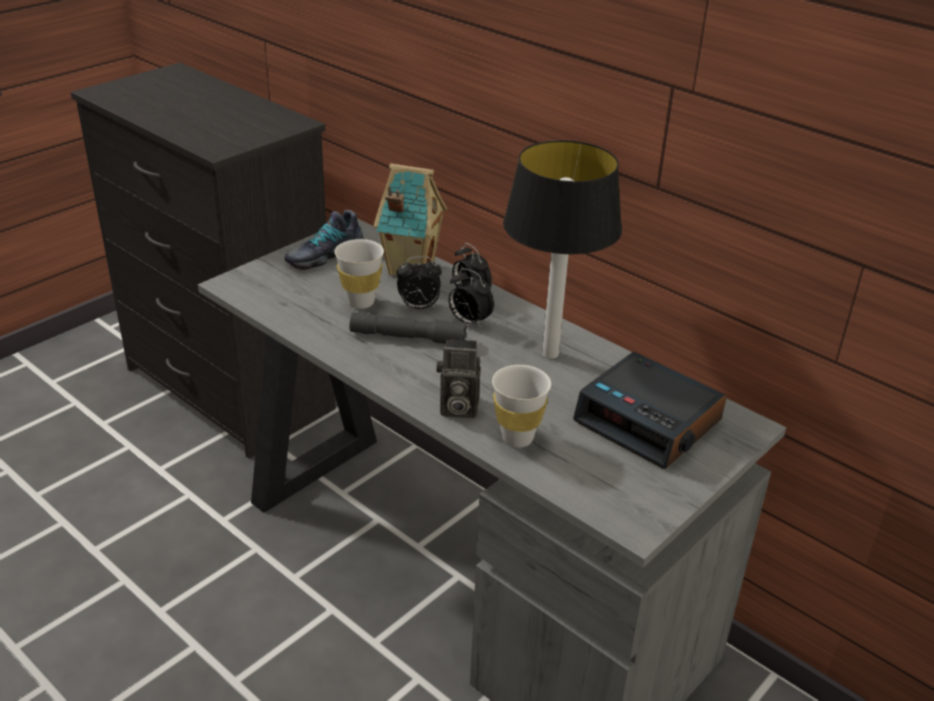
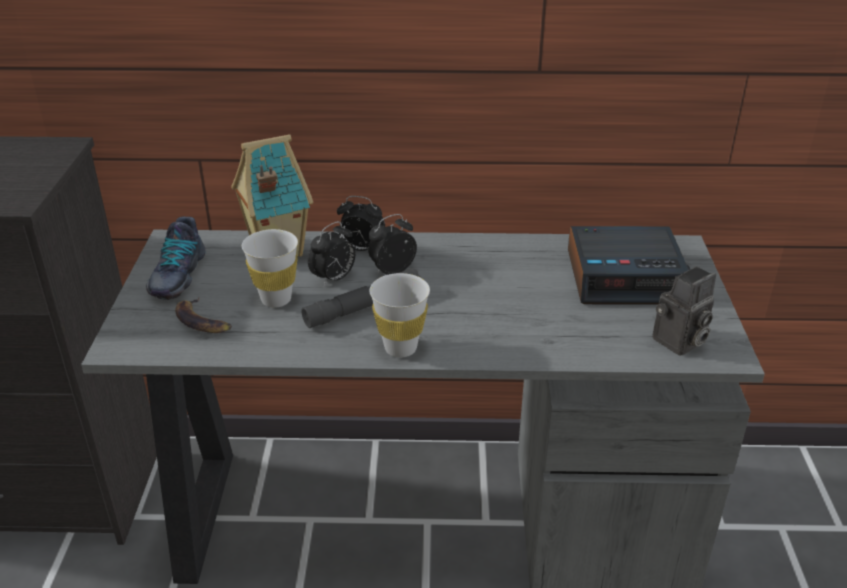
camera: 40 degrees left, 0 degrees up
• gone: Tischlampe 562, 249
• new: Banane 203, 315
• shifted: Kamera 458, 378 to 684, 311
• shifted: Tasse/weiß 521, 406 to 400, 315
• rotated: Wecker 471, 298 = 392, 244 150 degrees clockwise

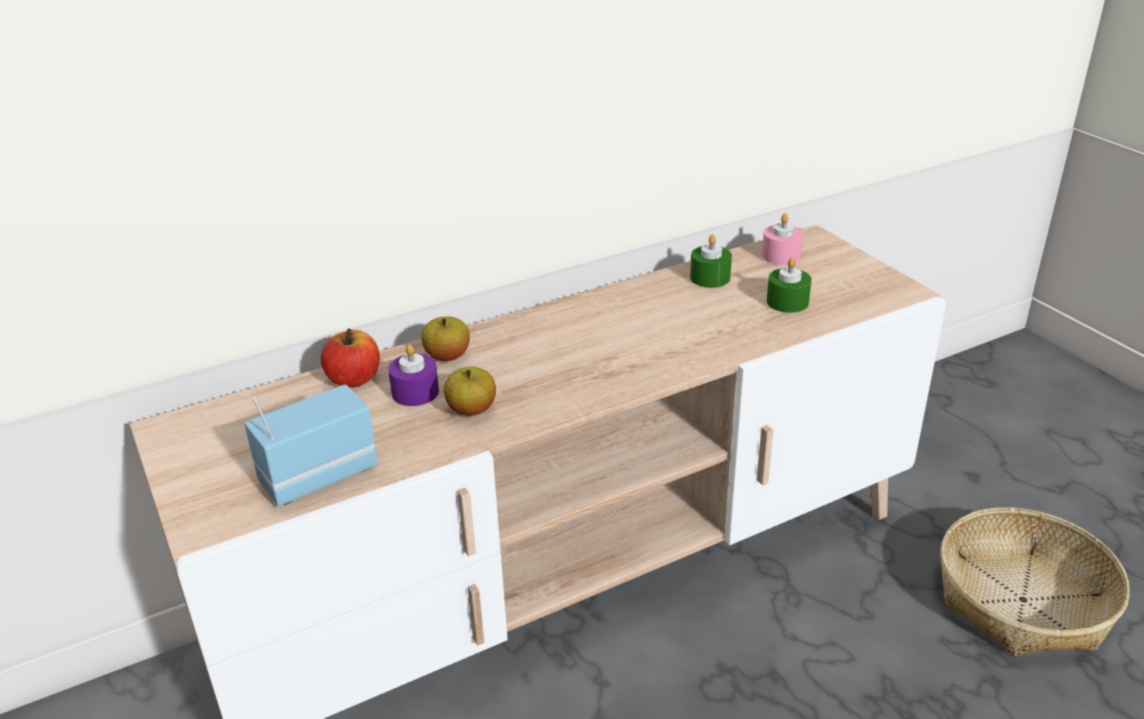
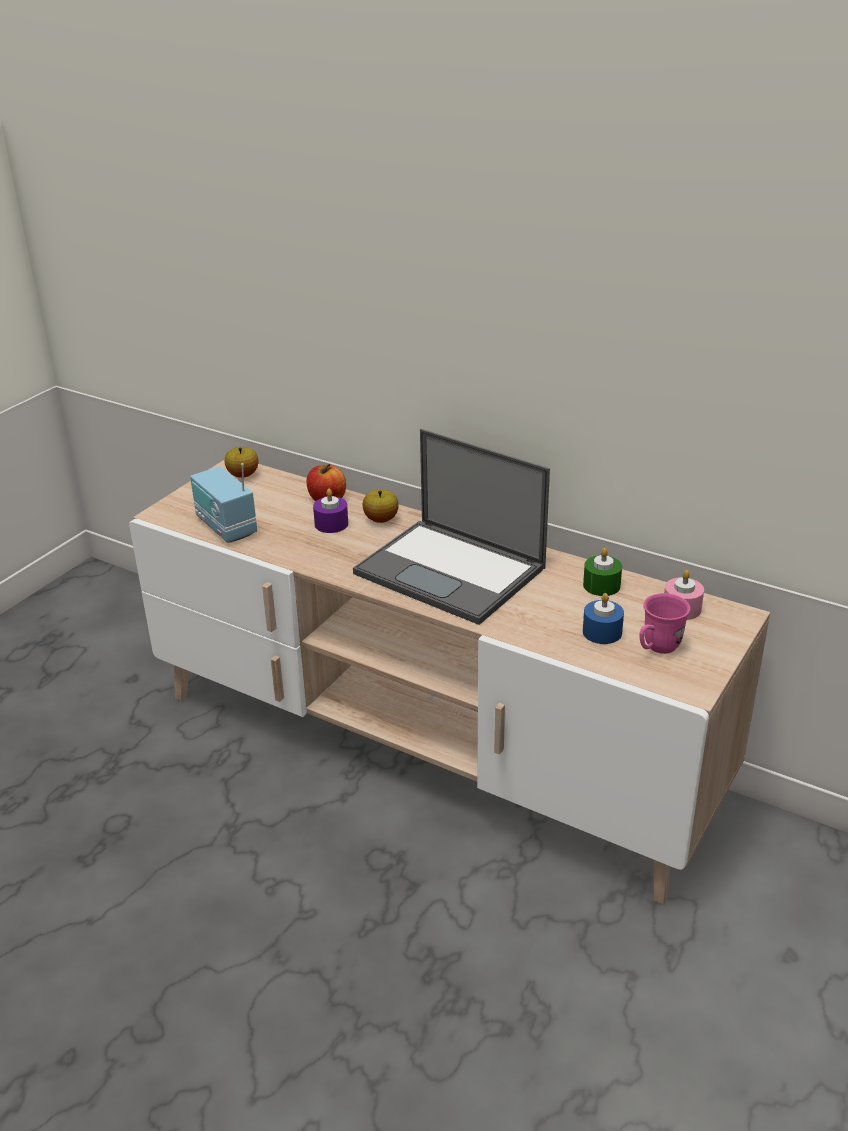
camera: 60 degrees right, 0 degrees up
• gone: Korb 1035, 581
• new: Laptop 451, 527
• new: Henkelbecher/rosa 665, 623
• shifted: Apfel 470, 391 to 241, 462
• repainted: Kerze/grün 789, 285 to Kerze/blau 603, 618
• rotated: Radio 311, 445 = 223, 503 150 degrees counterclockwise

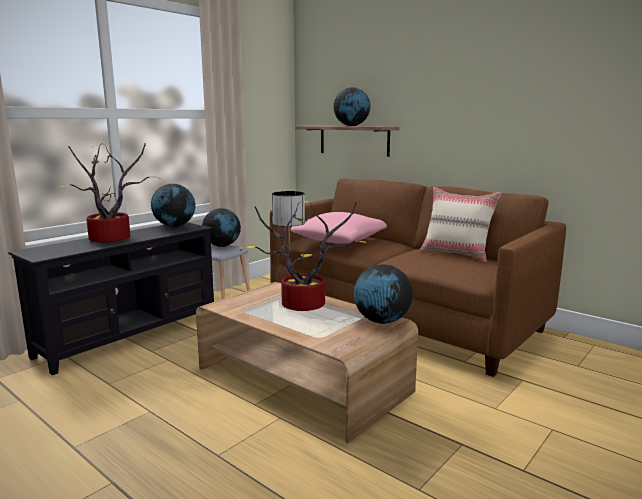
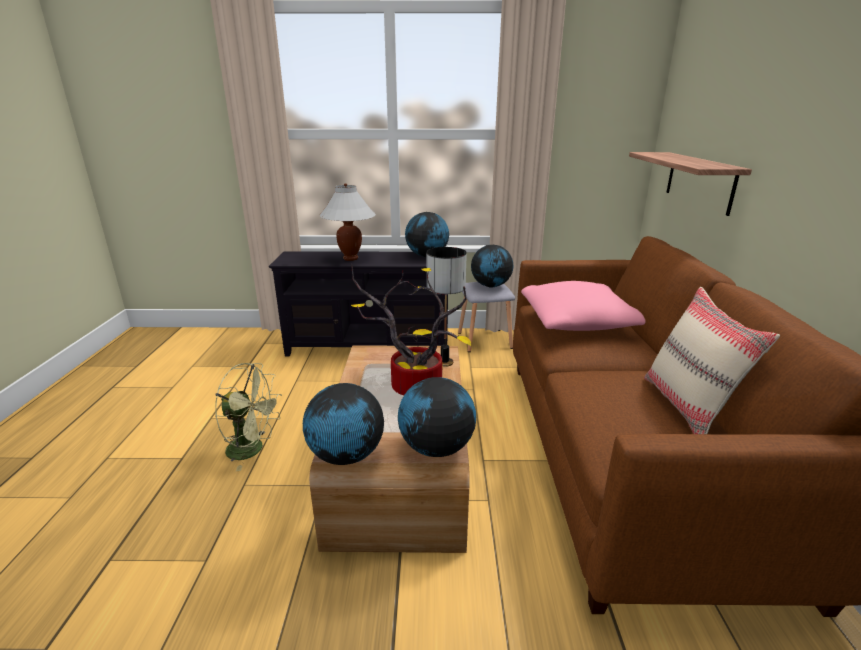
camera: 50 degrees right, 10 degrees up
• new: Ventilator/grün 248, 417
• shifted: Globus 352, 107 to 343, 424
• swapped: Topfpflanze 100, 192 to Tischlampe/weiß 348, 222

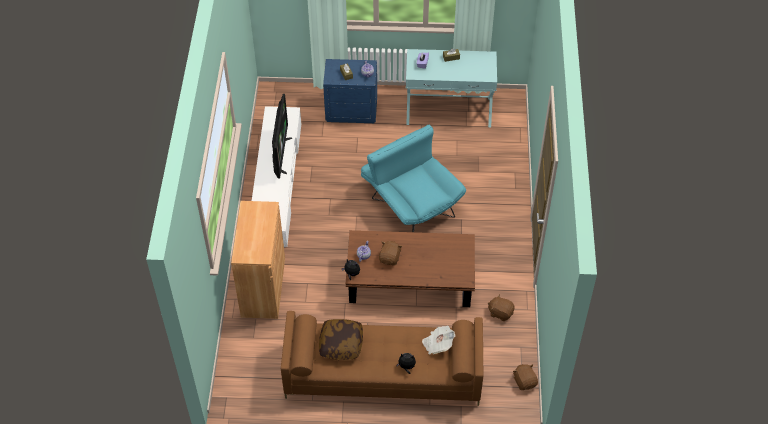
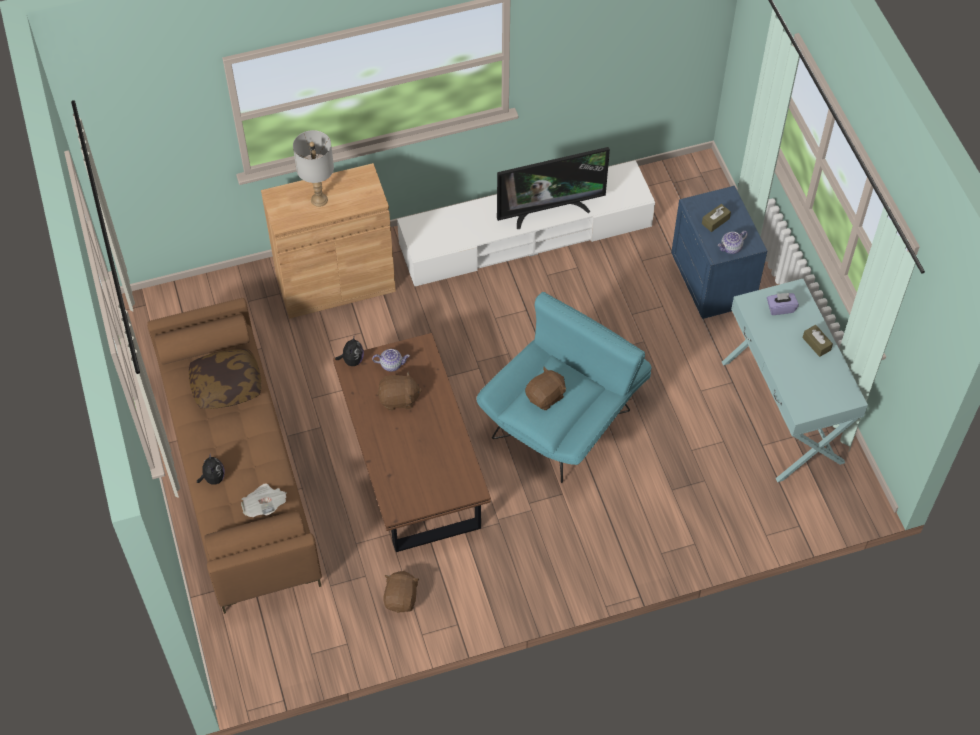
camera: 70 degrees right, 5 degrees up
• new: Tischlampe/grau 313, 168
• shifted: Plüschtier/braun 525, 377 to 545, 388

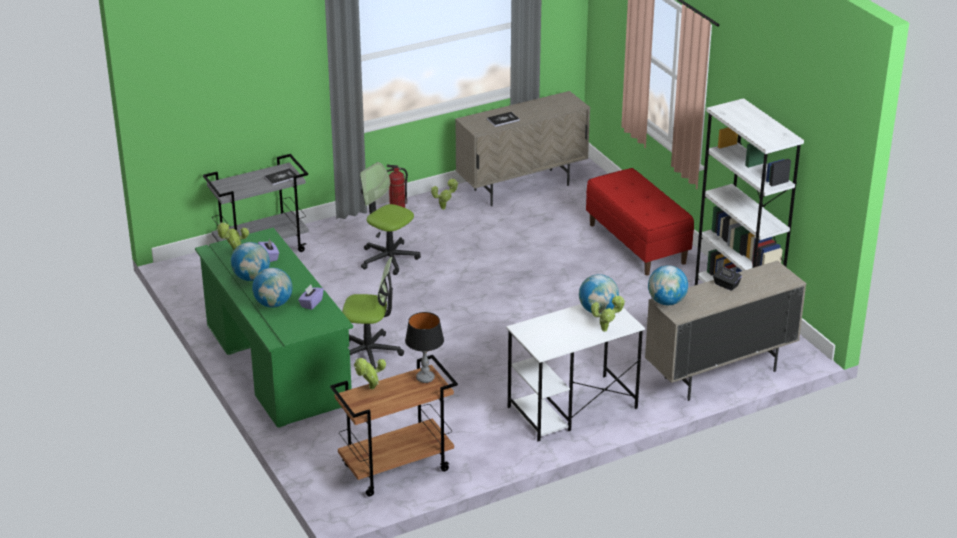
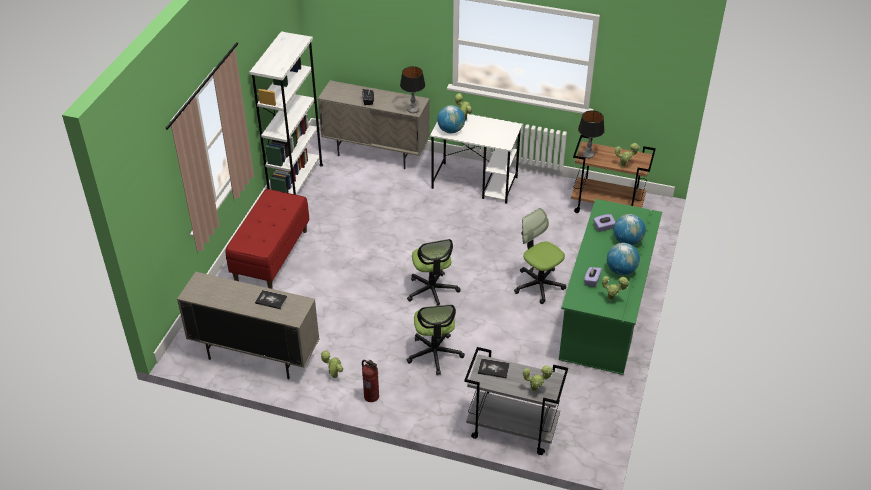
camera: 135 degrees left, 10 degrees up
• new: Bürostuhl 434, 272
• new: Topfpflanze 538, 378
• swapped: Globus 668, 285 to Tischlampe 412, 89

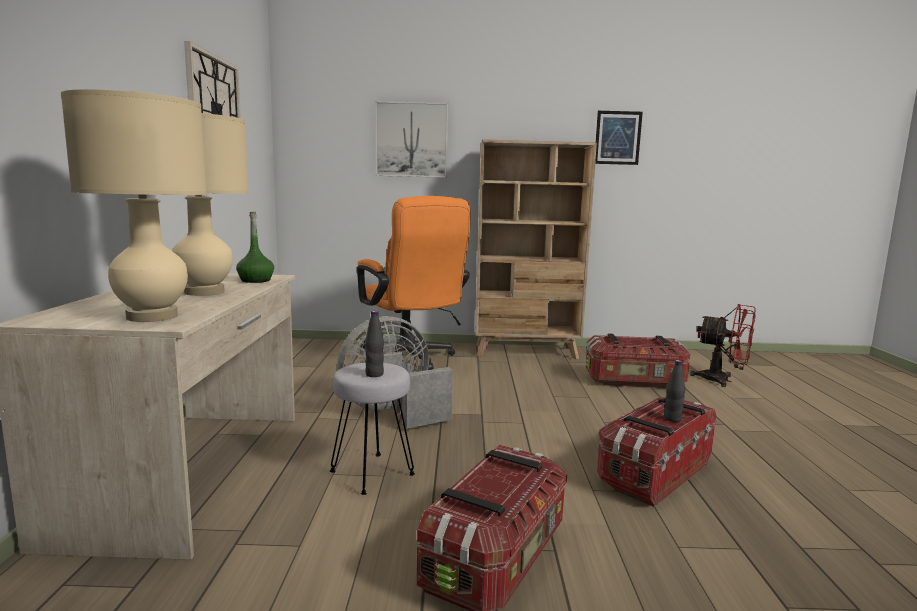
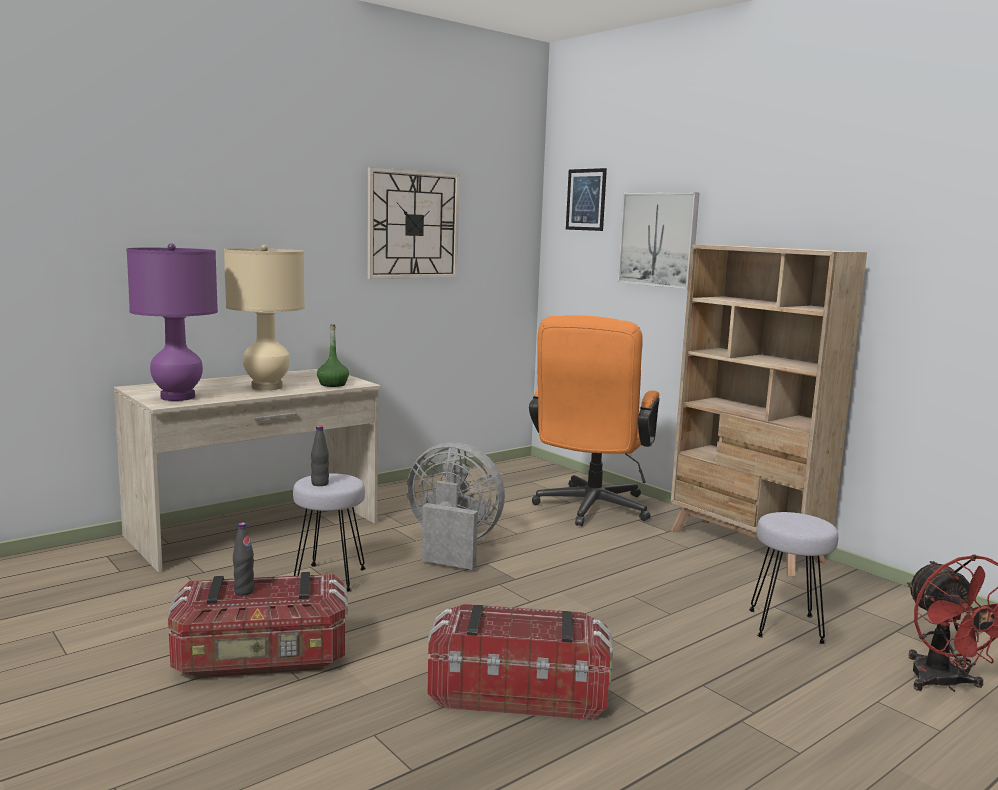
camera: 50 degrees right, 0 degrees up
• shifted: Bild 619, 138 to 586, 199
• shifted: Flasche/schwarz 674, 391 to 244, 559
• swapped: Aufbewahrungsbox 638, 361 to Hocker/grau 793, 578
• repainted: Tischlampe/beige 134, 205 to Tischlampe/lila 172, 322

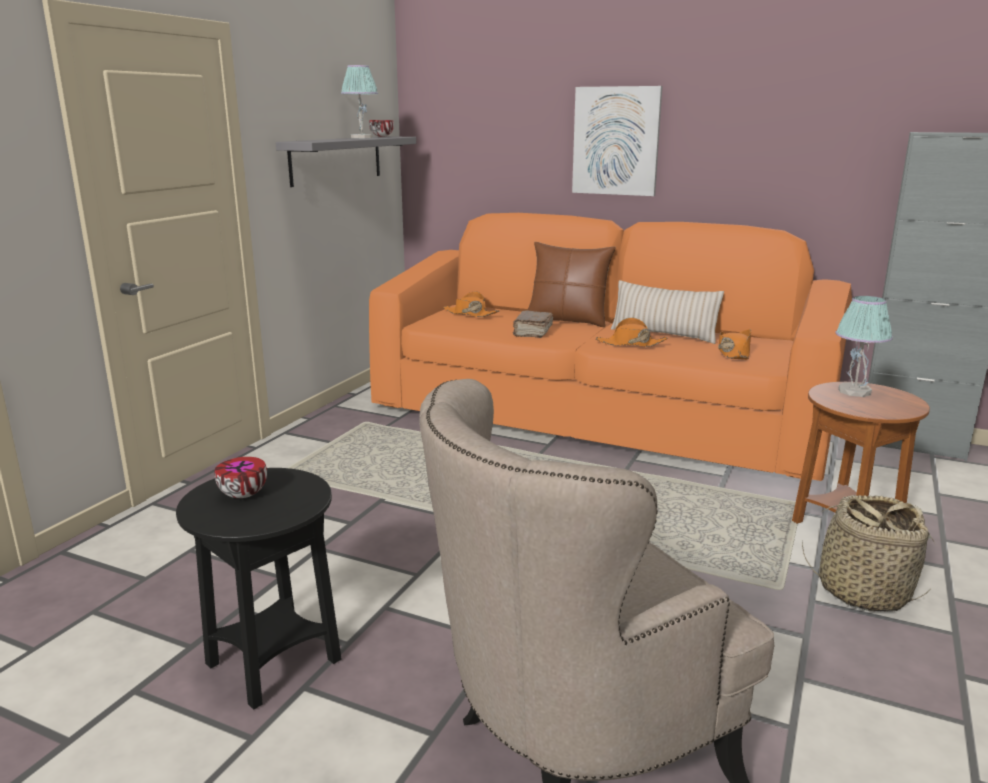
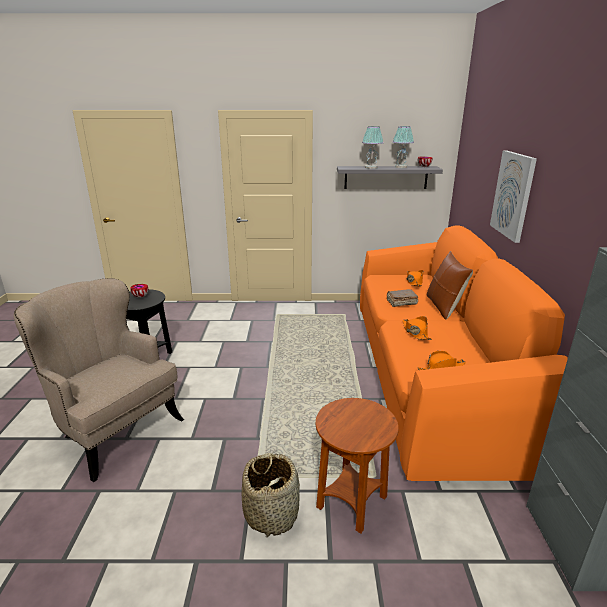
camera: 65 degrees right, 5 degrees up
• gone: Kissen/beige 667, 312
• shifted: Tischlampe 864, 346 to 372, 147

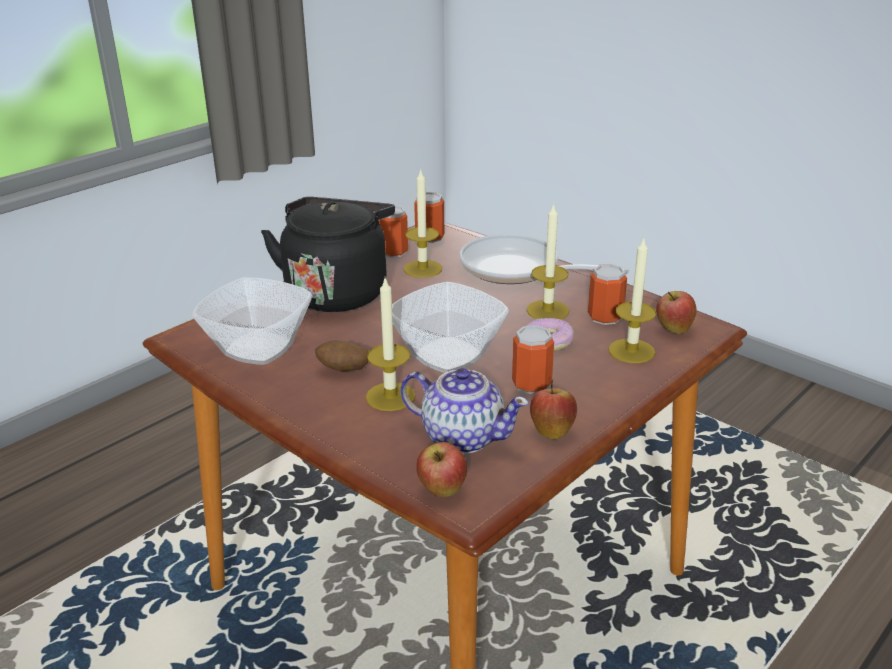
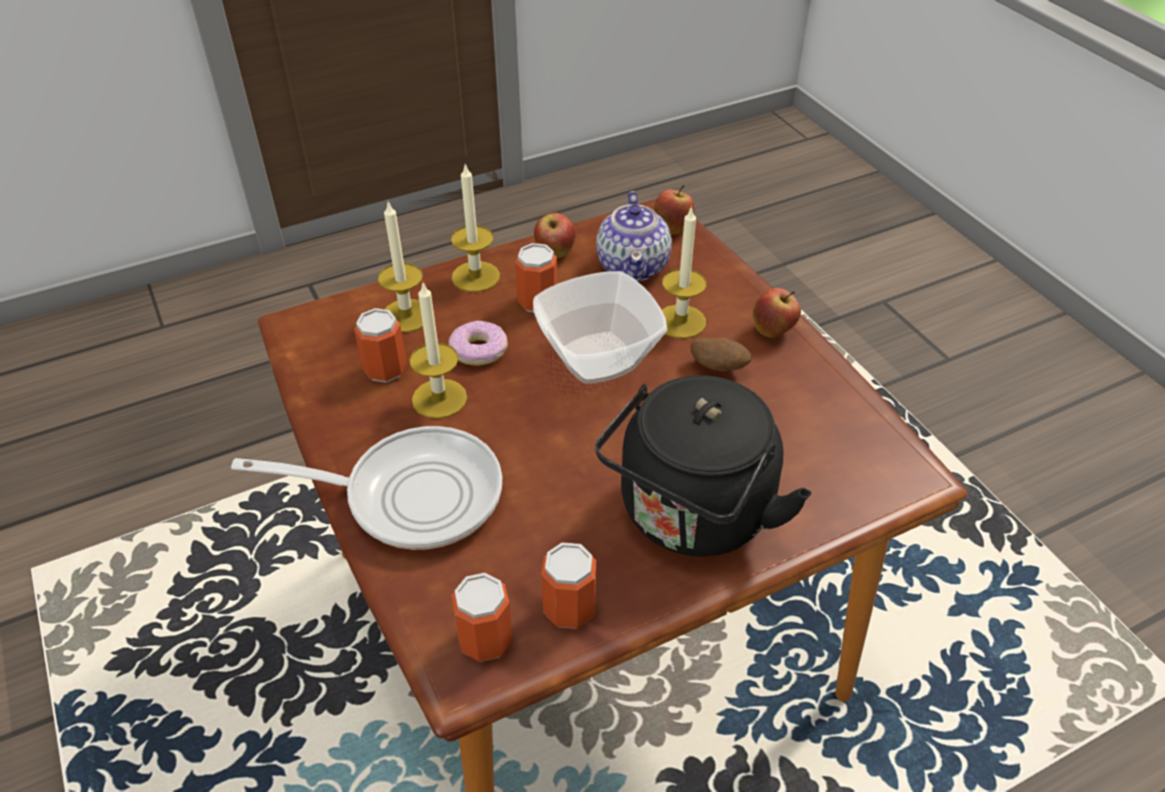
camera: 160 degrees left, 15 degrees up
• gone: Schüssel 252, 321
• shifted: Kerze 423, 223 to 475, 228
• shifted: Apfel 676, 312 to 777, 313
• rotated: Teekanne 464, 411 = 634, 236 135 degrees counterclockwise
• rotated: Pfanne 544, 259 = 366, 488 45 degrees counterclockwise

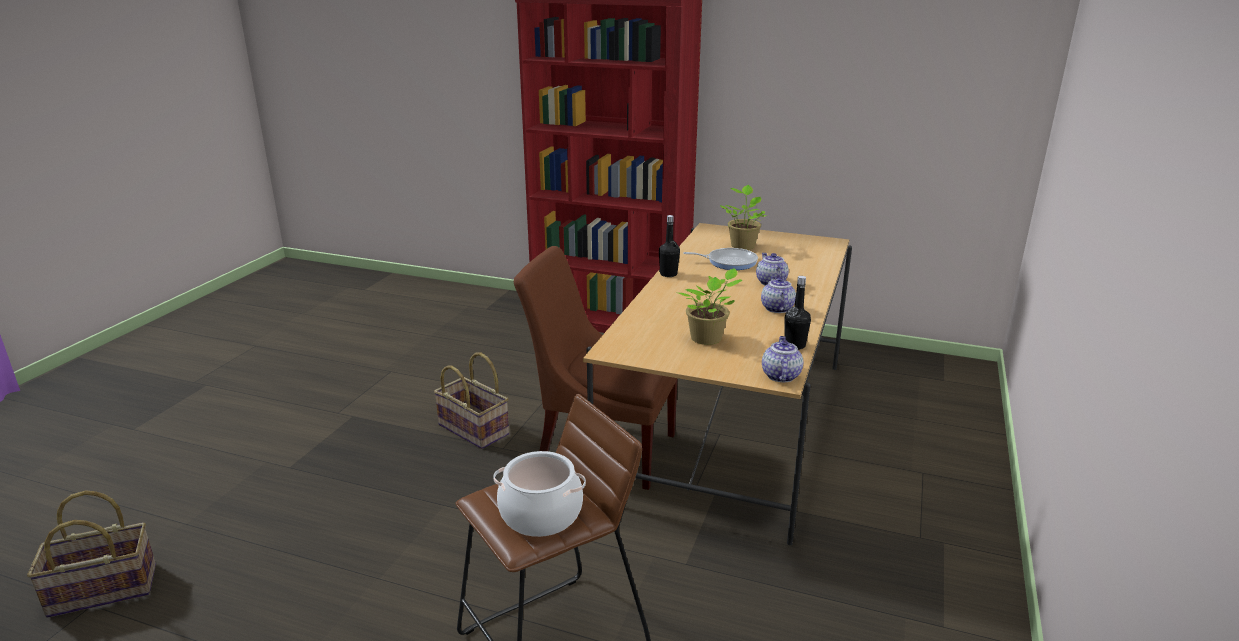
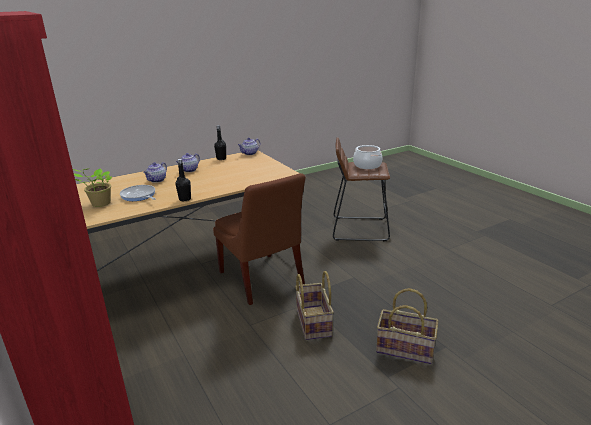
camera: 140 degrees left, 0 degrees up
• gone: Topfpflanze 710, 306
• shifted: Korb 91, 554 to 407, 326

